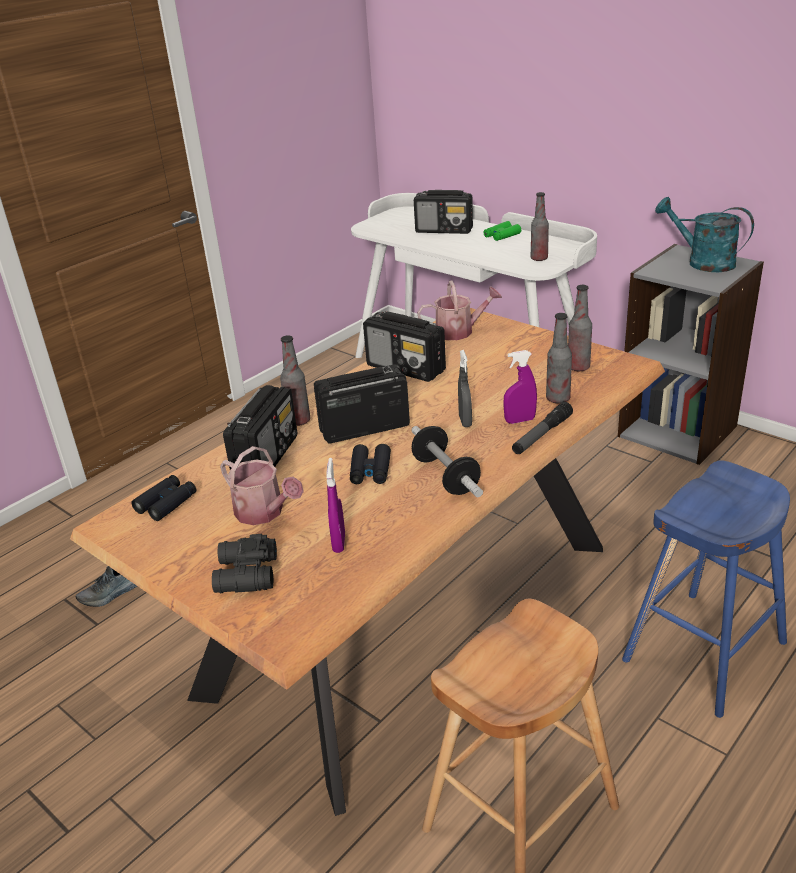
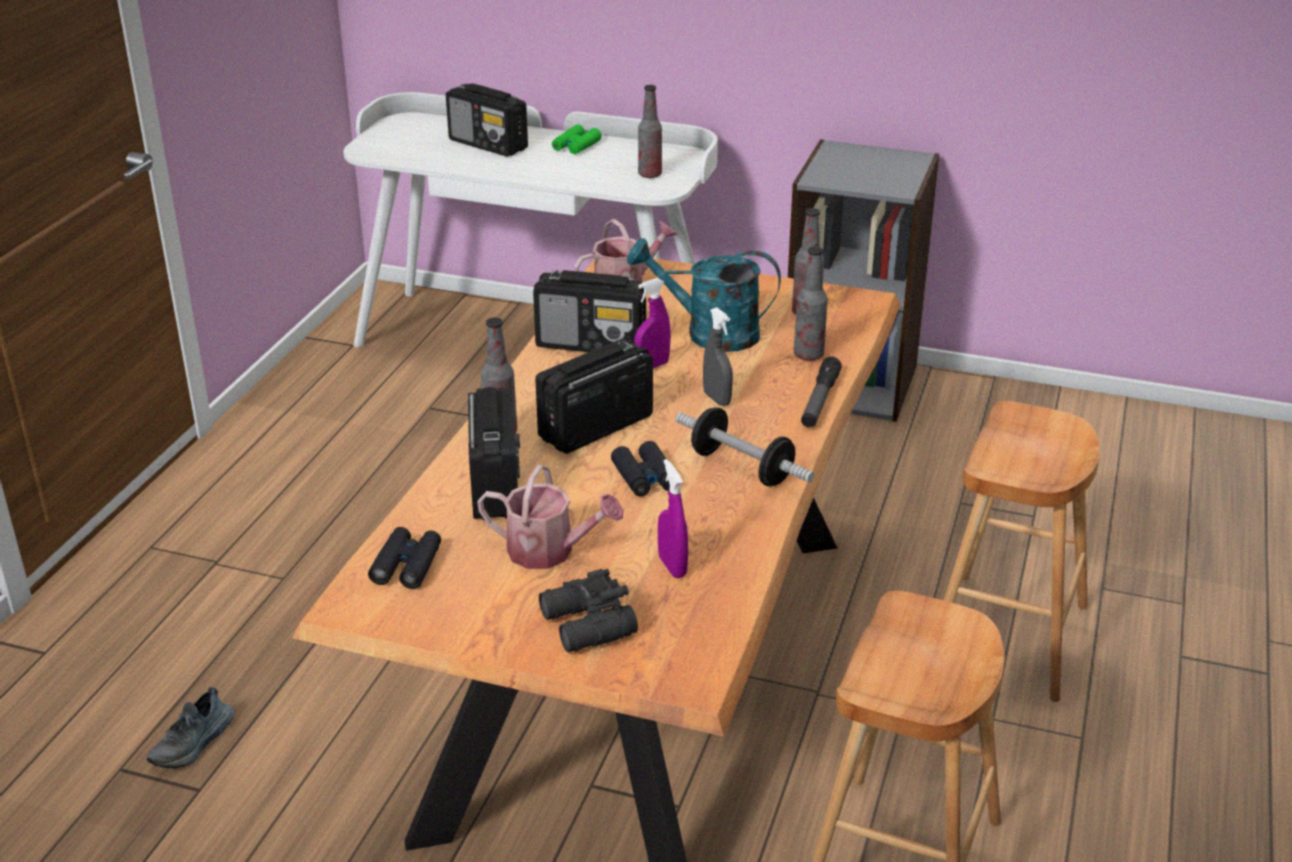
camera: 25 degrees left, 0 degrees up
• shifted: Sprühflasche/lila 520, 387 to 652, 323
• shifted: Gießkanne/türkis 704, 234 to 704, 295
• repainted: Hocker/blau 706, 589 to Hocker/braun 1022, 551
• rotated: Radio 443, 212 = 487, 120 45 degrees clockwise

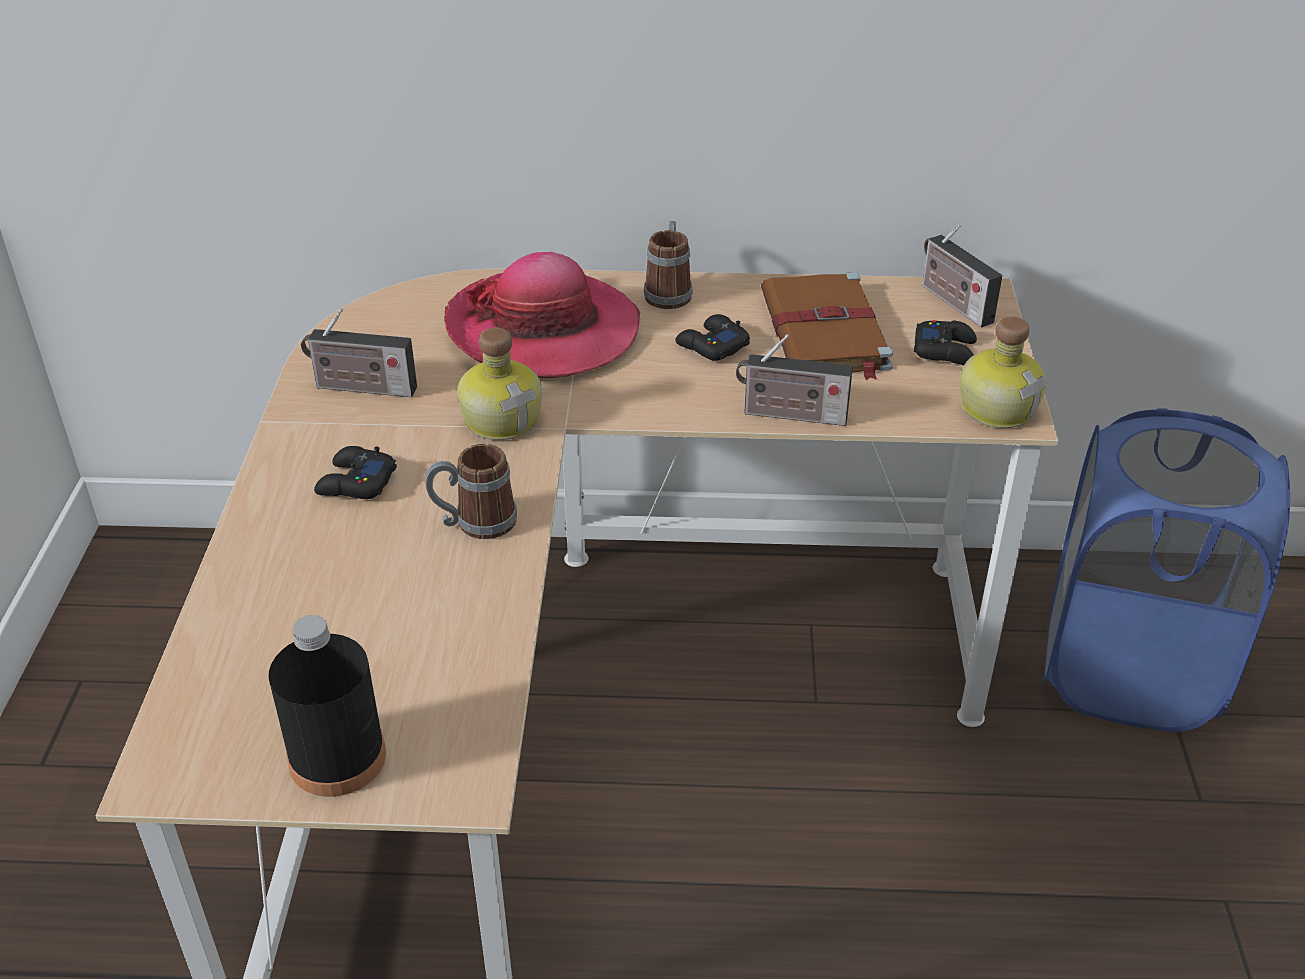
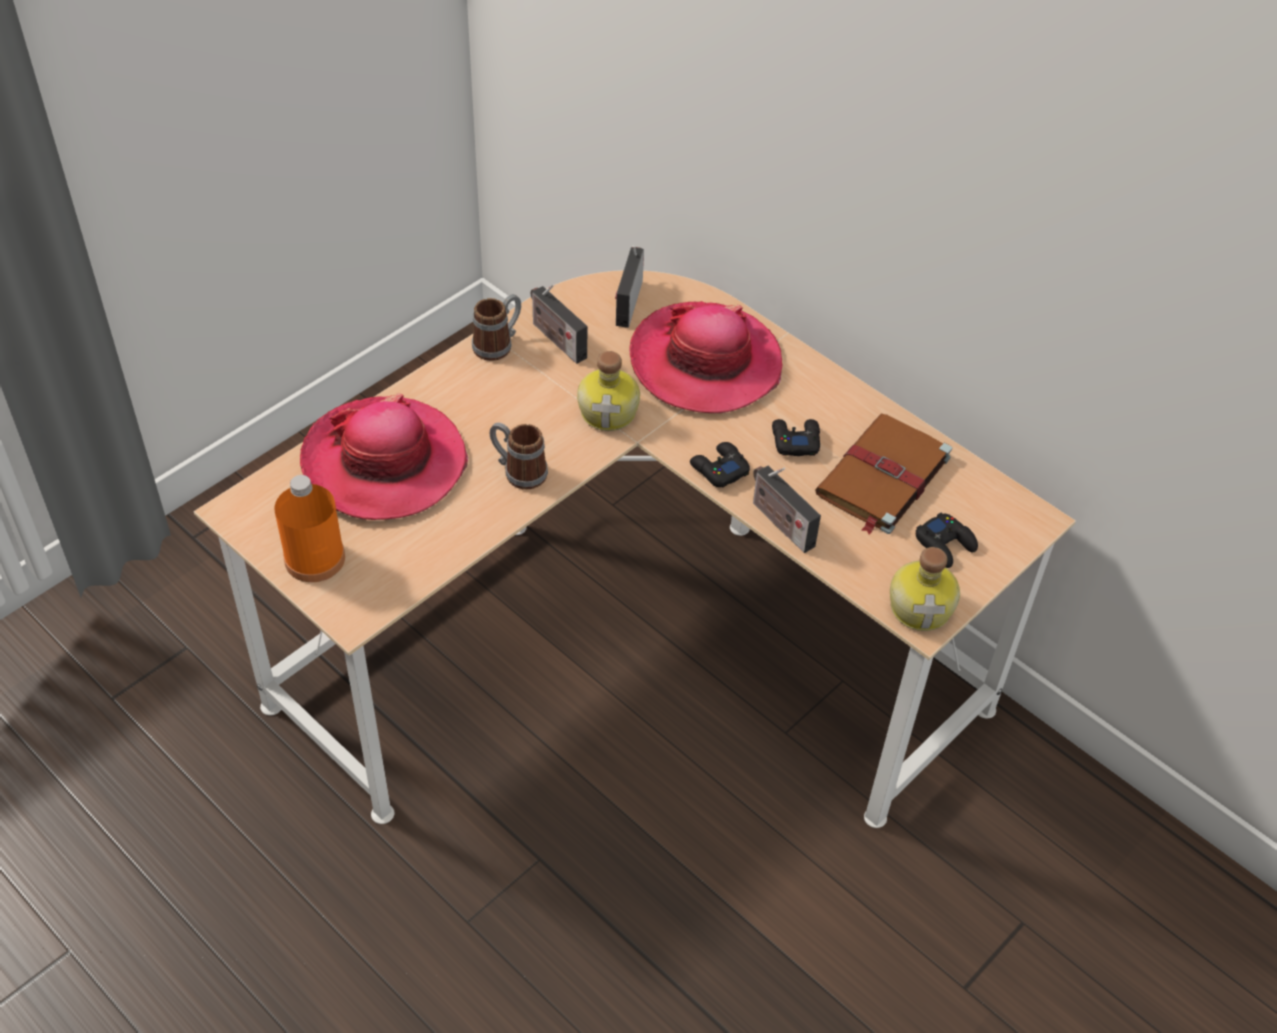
camera: 40 degrees right, 10 degrees up
• gone: Wäschekorb/blau 1166, 570
• new: Hut 384, 456
• shifted: Gamepad/schwarz 355, 472 to 720, 465
• shifted: Henkelbecher 668, 265 to 496, 327
• shifted: Radio 962, 275 to 629, 286
• repainted: Flasche/schwarz 327, 705 to Flasche/orange 309, 528

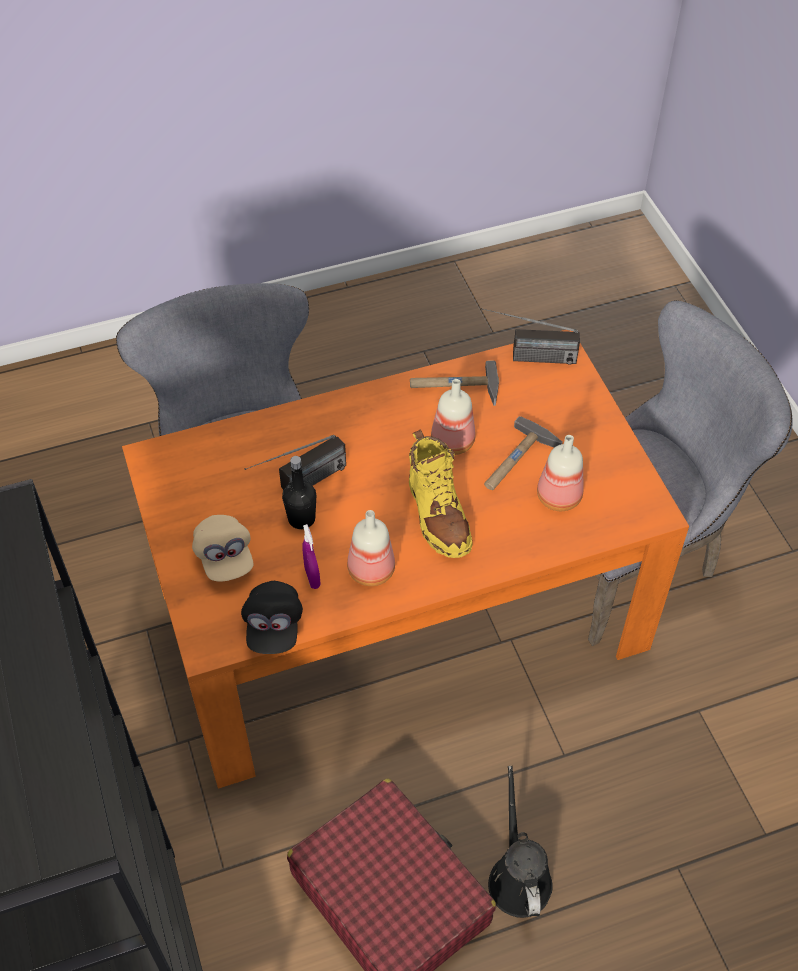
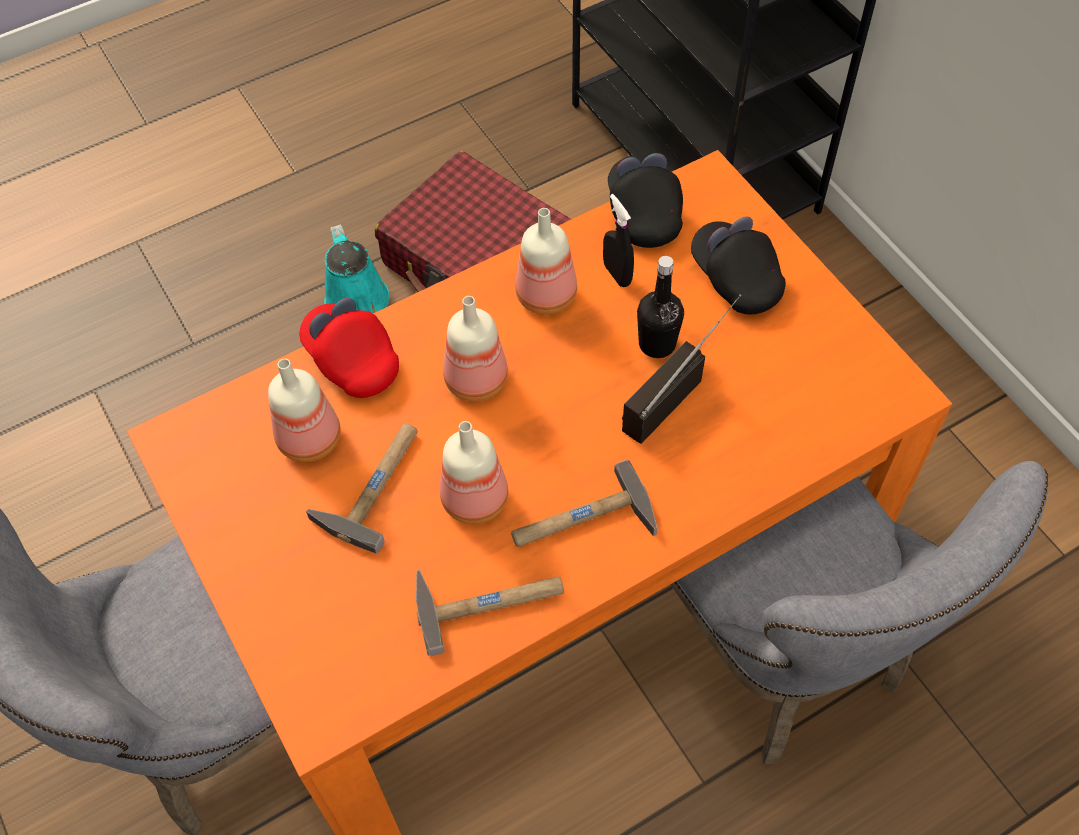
camera: 170 degrees right, 5 degrees up
• gone: Radio 531, 336
• new: Kappe/rot 349, 348
• new: Hammer 584, 503
• swapped: Stiefel/gelb 441, 494 to Flasche 475, 348
• repainted: Kappe/beige 222, 548 to Kappe/schwarz 738, 265
• repainted: Sprühflasche/lila 311, 556 to Sprühflasche/schwarz 618, 240
• repainted: Gießkanne/schwarz 520, 842 to Gießkanne/türkis 357, 268

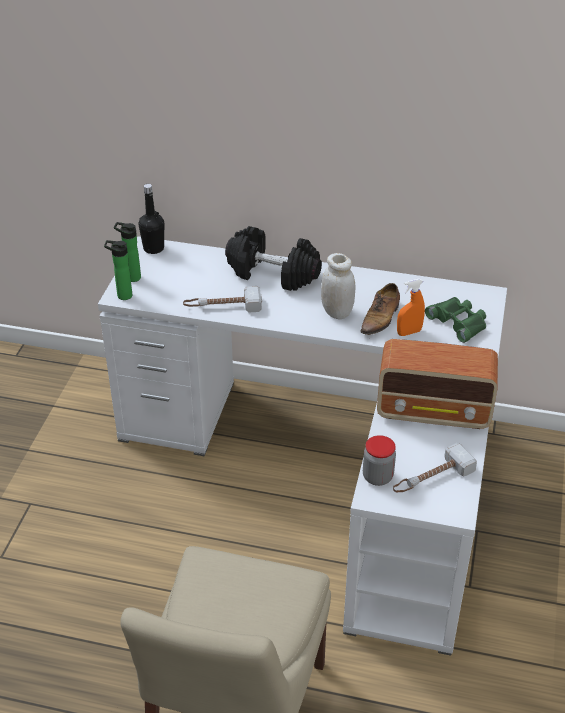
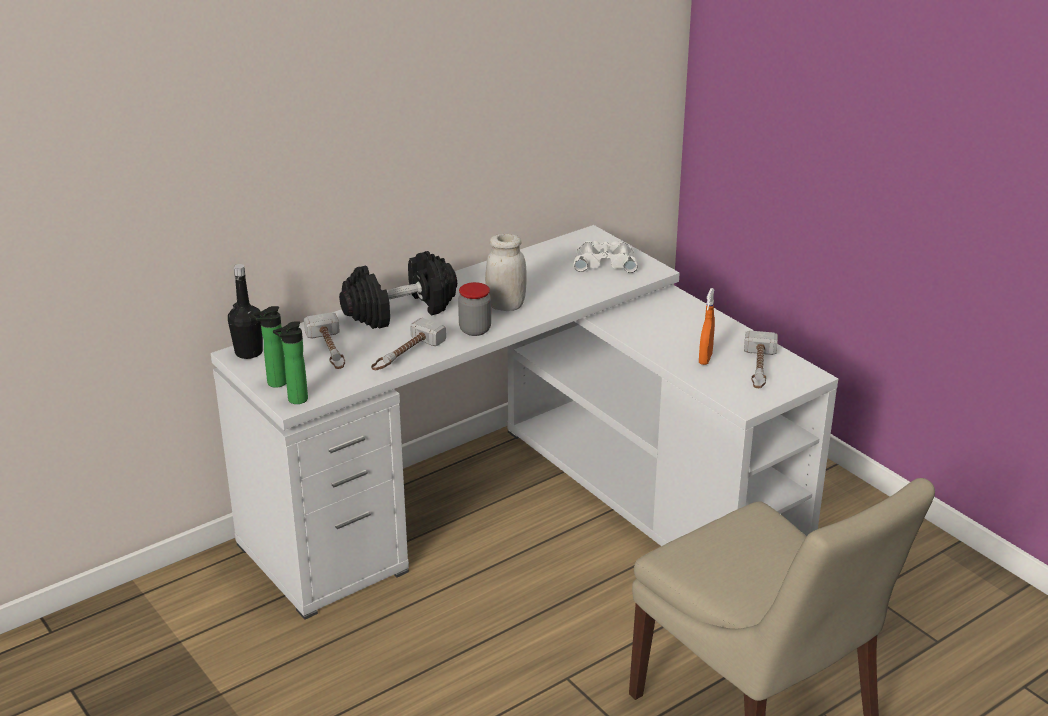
camera: 50 degrees left, 10 degrees down
• gone: Schuh 380, 311
• gone: Radio 437, 384
• new: Hammer 324, 340
• shifted: Vorratsglas 379, 460 to 474, 309
• shifted: Sprühflasche/orange 411, 307 to 707, 326
• repainted: Fernglas/grün 455, 320 to Fernglas/weiß 605, 257

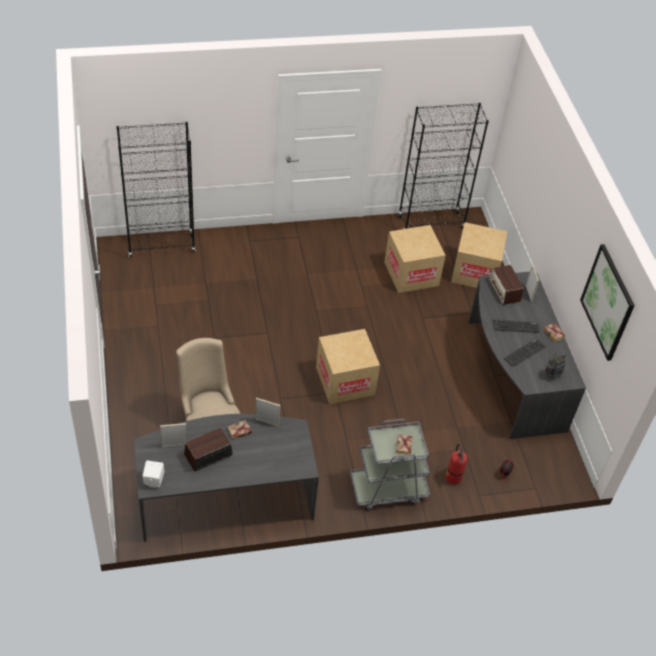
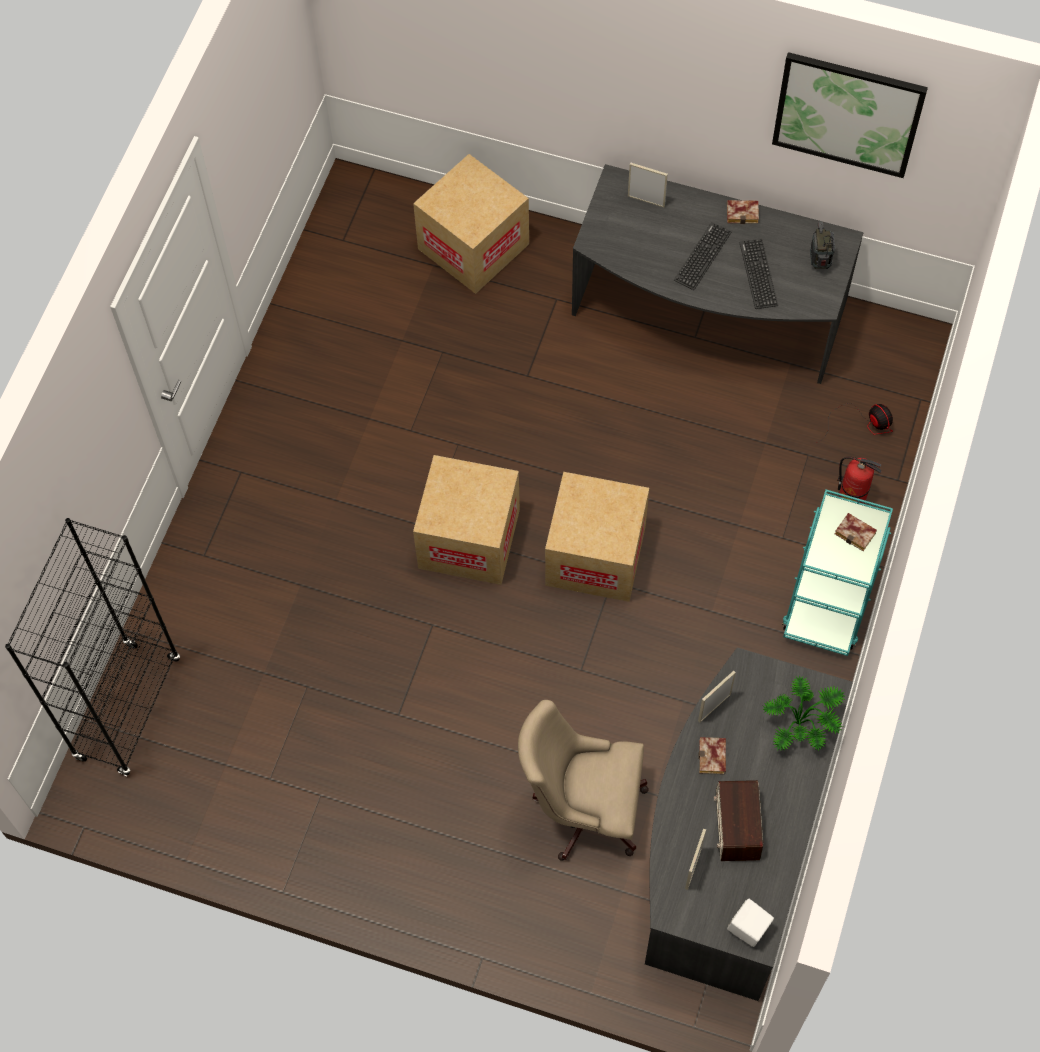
camera: 55 degrees left, 15 degrees up
• gone: Bücherregal/schwarz 444, 166
• gone: Radio 506, 285
• new: Topfpflanze 803, 713
• shifted: Karton 415, 259 to 466, 520
• repainted: Rollwagen/grau 390, 465 to Rollwagen/türkis 837, 573

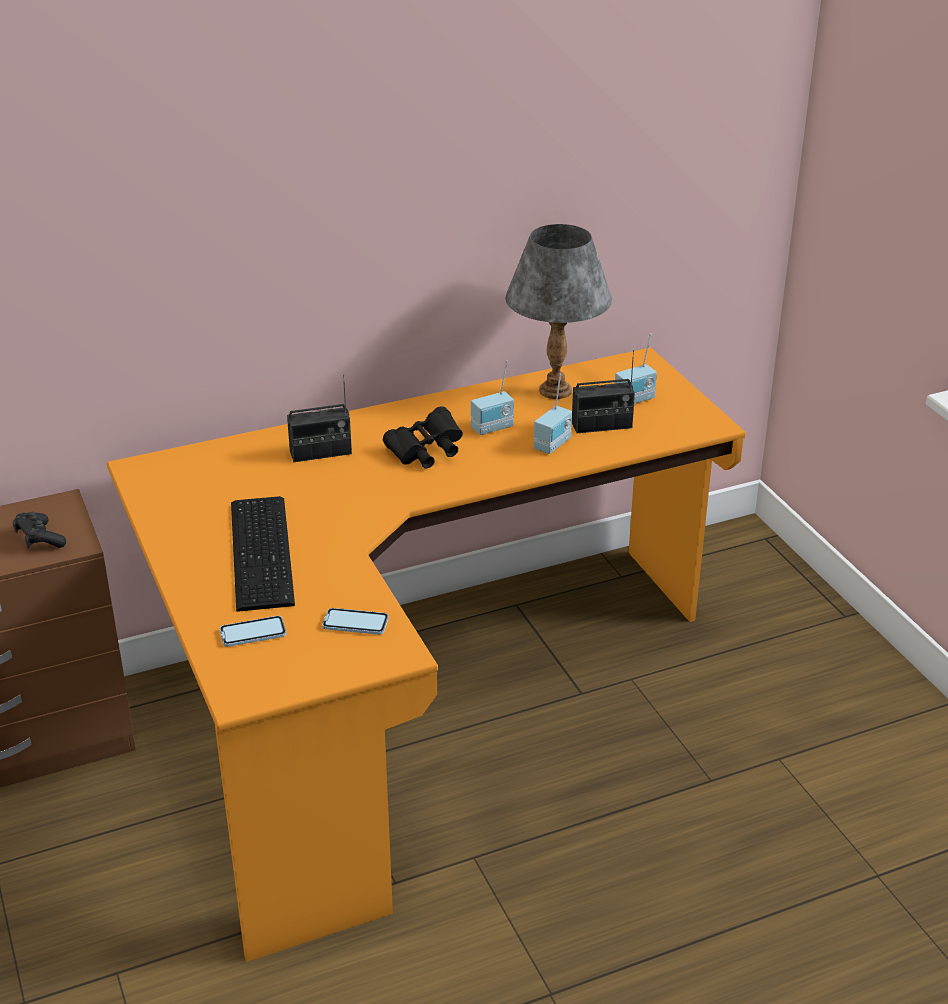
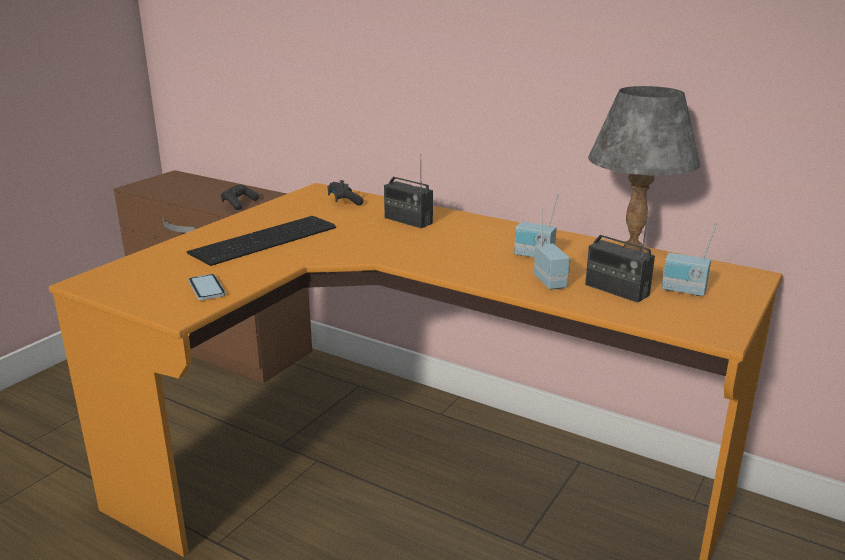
camera: 55 degrees right, 10 degrees down
• gone: Handy 253, 631
• gone: Fernglas/schwarz 423, 437
• new: Gamepad/schwarz 345, 192
• rotated: Radio 553, 413 = 552, 249 105 degrees counterclockwise

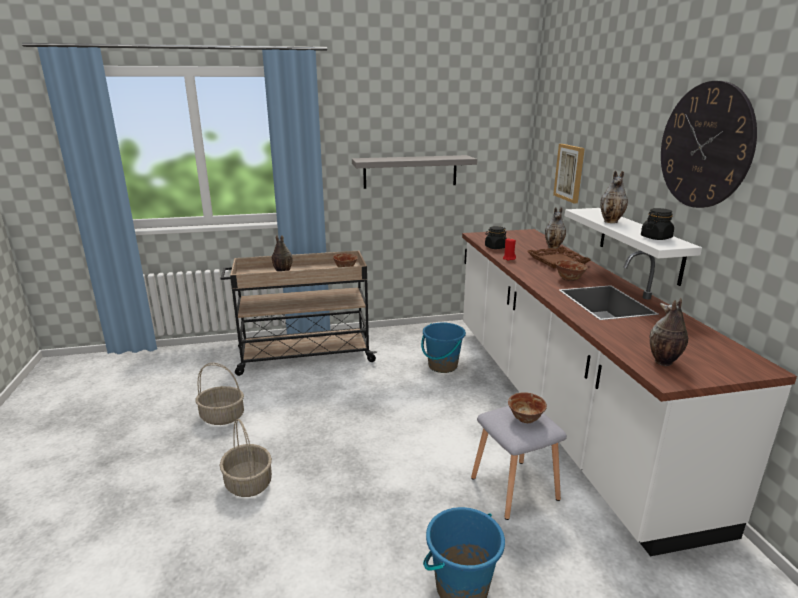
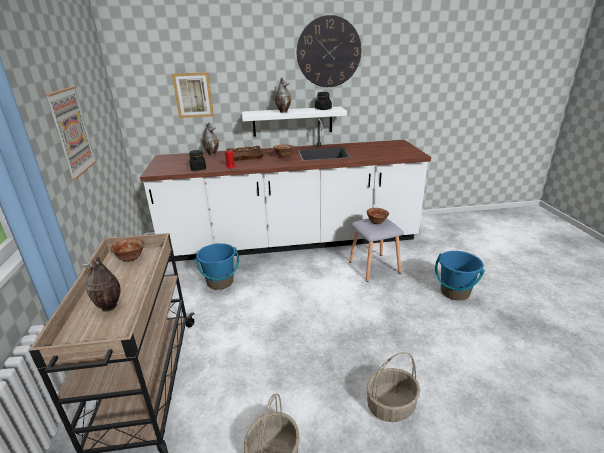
camera: 85 degrees left, 5 degrees up
• gone: Vase 669, 332
• swapped: Wandregal/grau 414, 172 to Bild 71, 133

